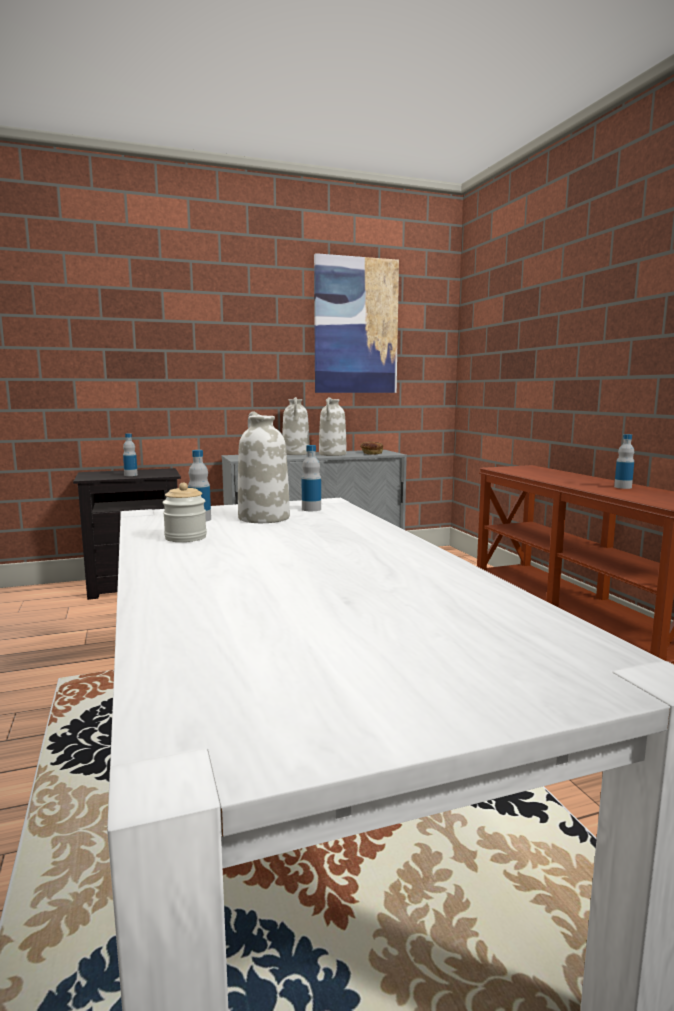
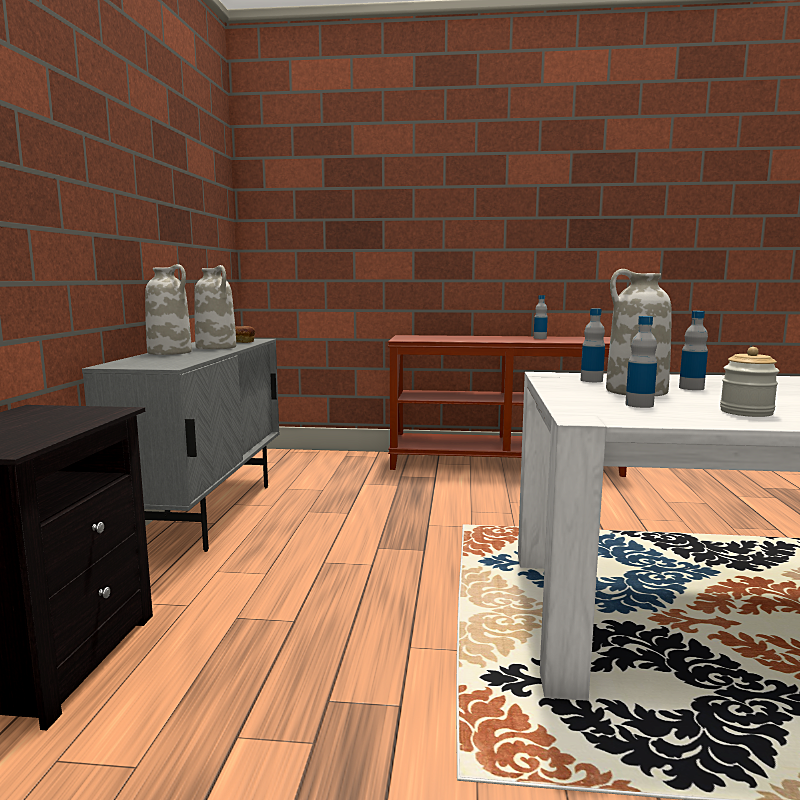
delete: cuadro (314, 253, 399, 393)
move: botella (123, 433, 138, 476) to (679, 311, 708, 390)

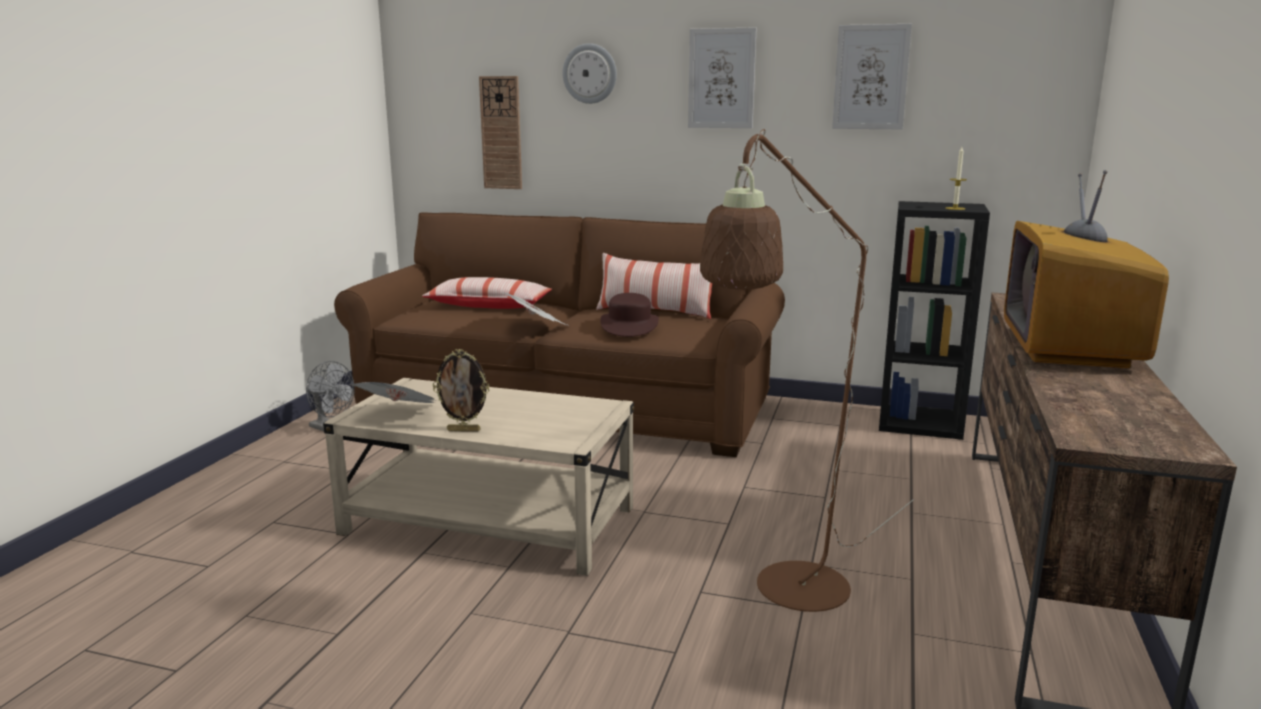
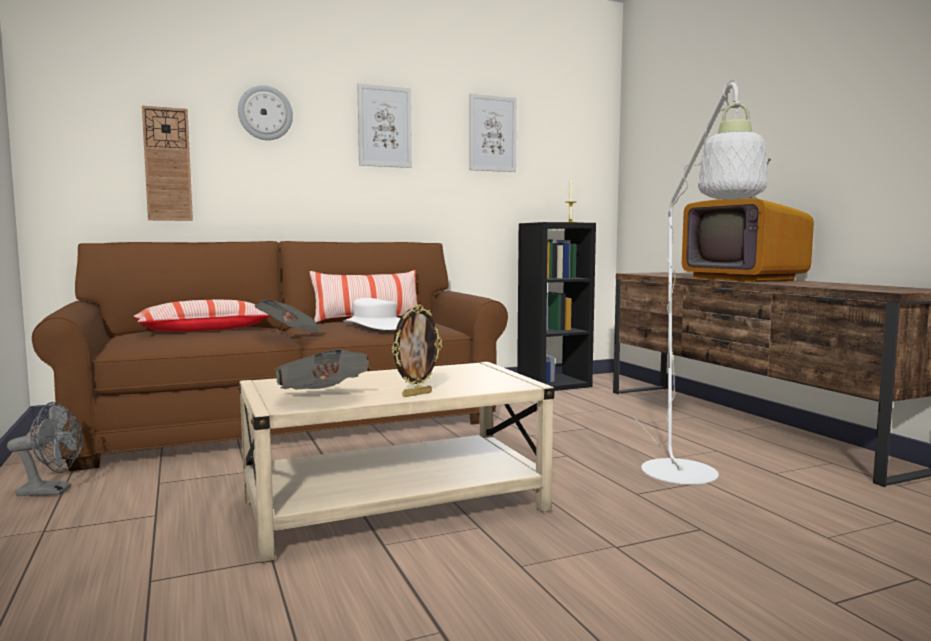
recolor: sombrero (marrón) (600, 293, 659, 337) to sombrero (blanco) (343, 298, 401, 330); lámpara de pie (marrón) (700, 129, 913, 612) to lámpara de pie (blanco) (634, 80, 768, 484)

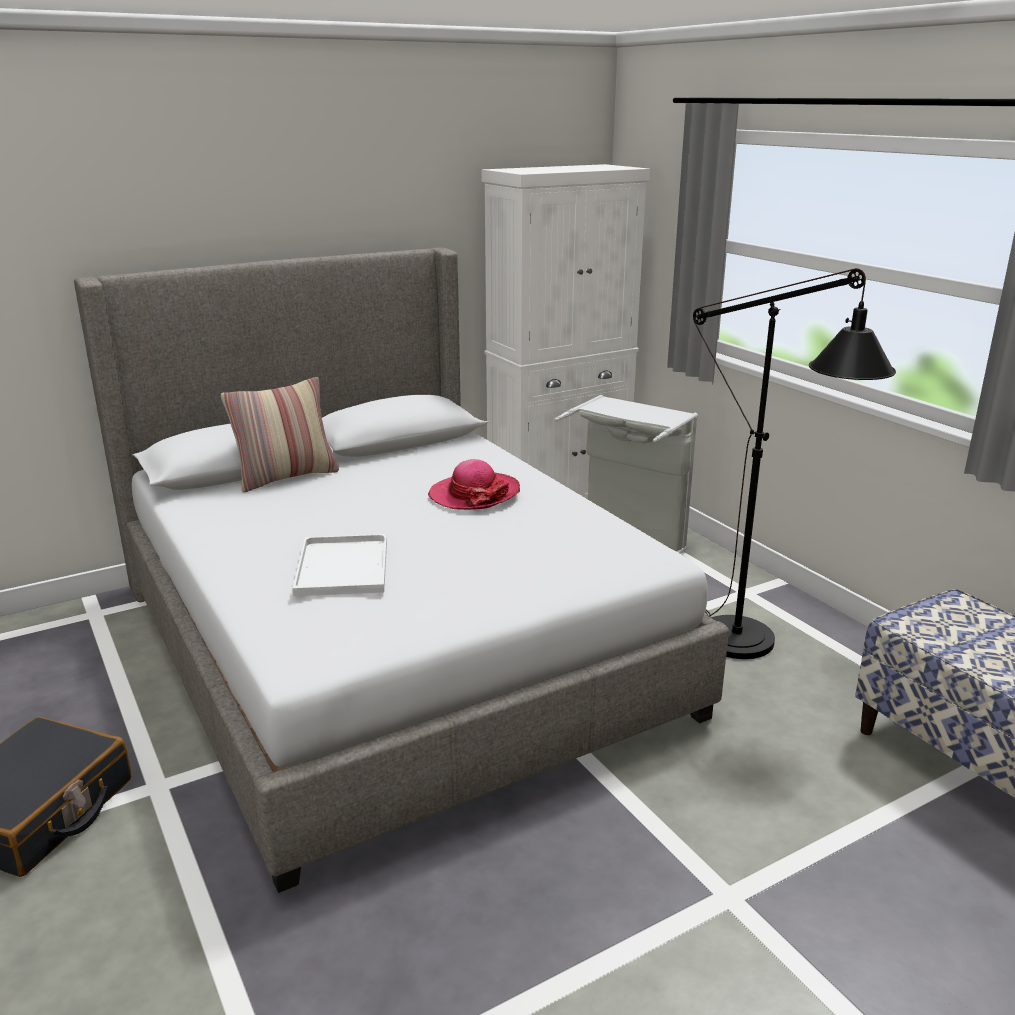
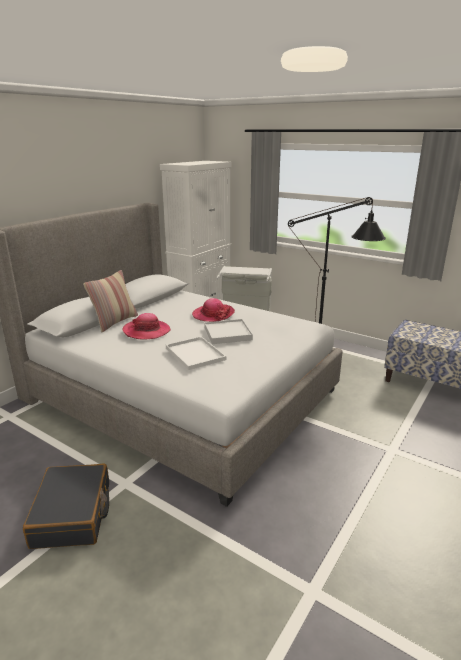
insert: sombrero (123, 313, 171, 340); bandeja (blanco) (204, 319, 253, 344)

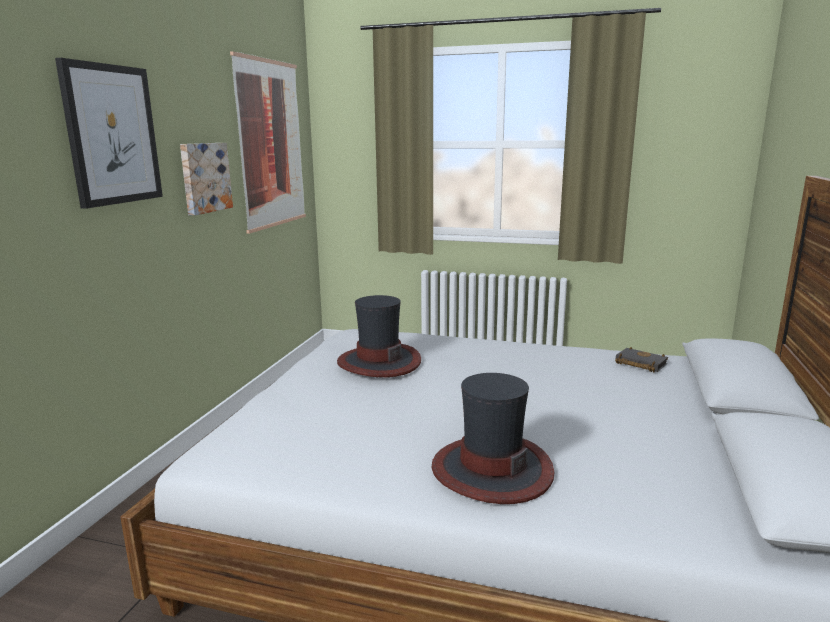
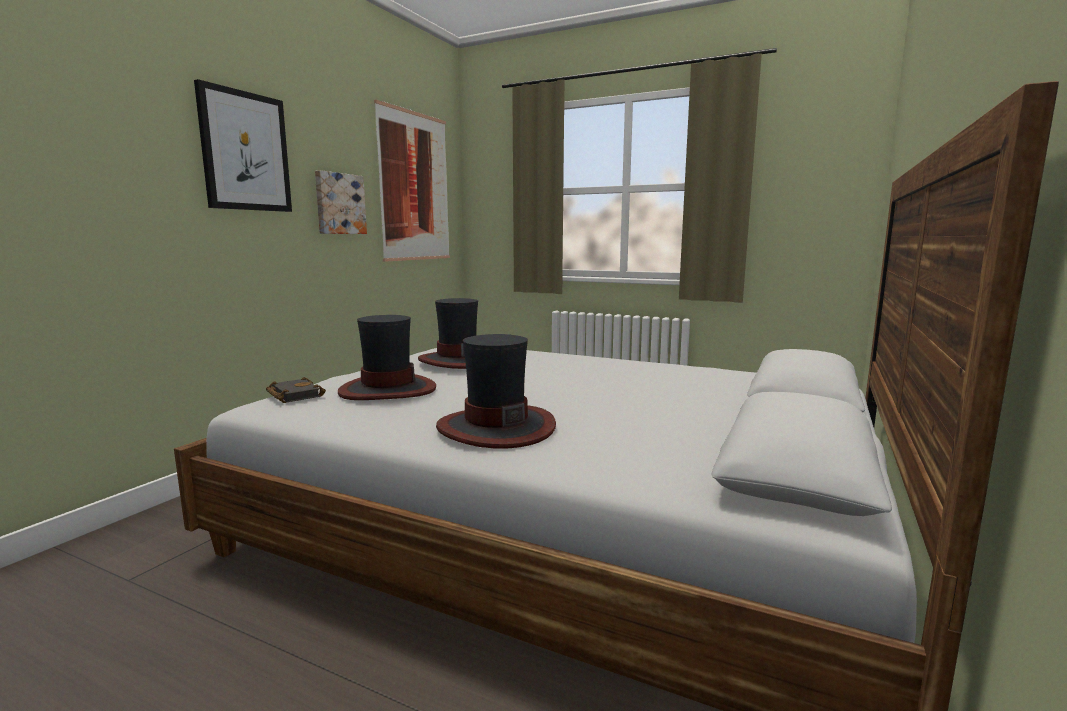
insert: sombrero (338, 315, 436, 400)
move: libro (negro) (615, 347, 668, 372) to (266, 377, 326, 403)

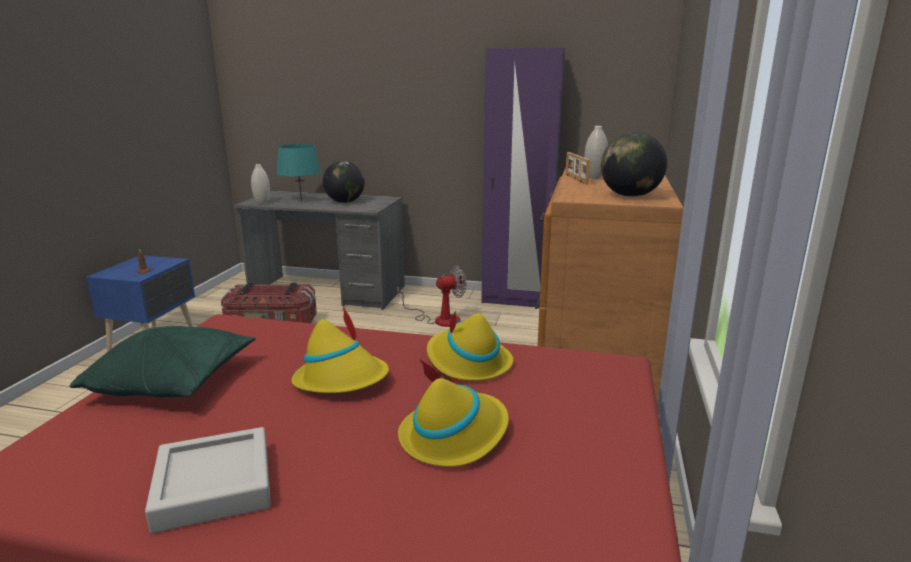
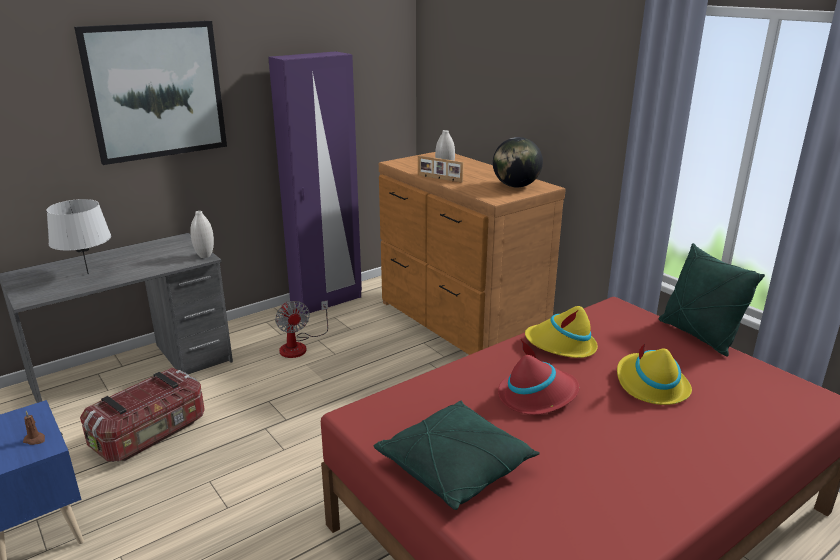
delete: bandeja (gris) (145, 427, 271, 533); globo terráqueo (323, 161, 365, 203)
insert: cuadro (74, 21, 227, 165); cojín (verde) (659, 243, 765, 356)
move: florero (blanco) (251, 164, 270, 204) to (190, 211, 214, 258)
recolor: lámpara de mesa (turquesa) (277, 144, 321, 201) to lámpara de mesa (gris) (46, 199, 111, 274); sombrero (amarillo) (292, 305, 389, 393) to sombrero (rojo) (498, 340, 579, 415)
rotate: ventilador (397, 266, 466, 327) = (275, 300, 328, 358) 135 degrees clockwise

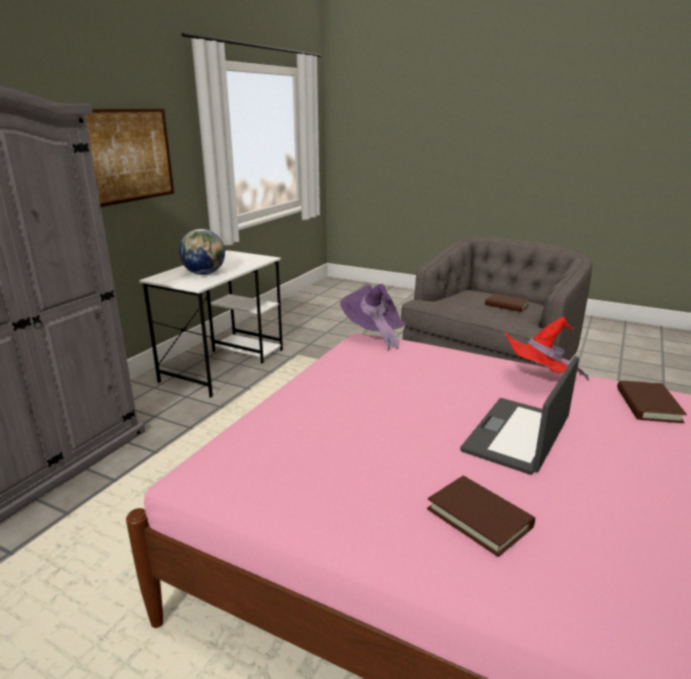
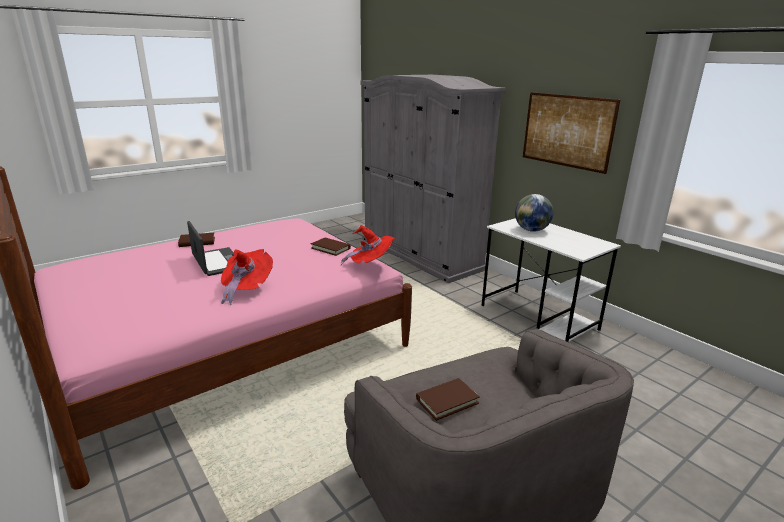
move: libro (marrón) (617, 381, 687, 423) to (311, 238, 351, 256)
recolor: sombrero (morado) (340, 284, 405, 350) to sombrero (rojo) (341, 225, 395, 265)

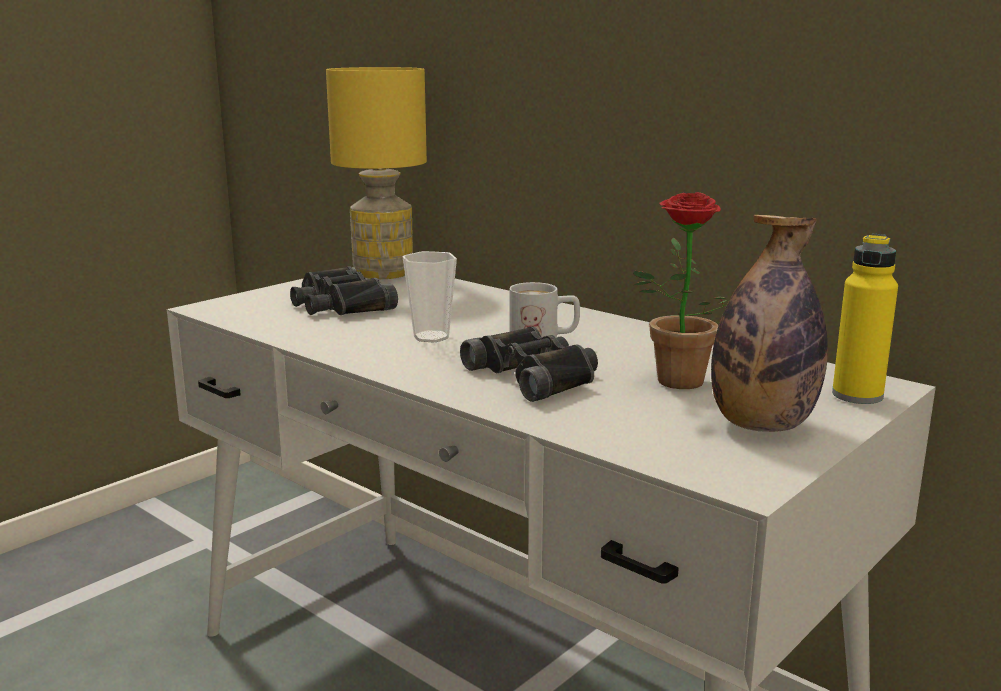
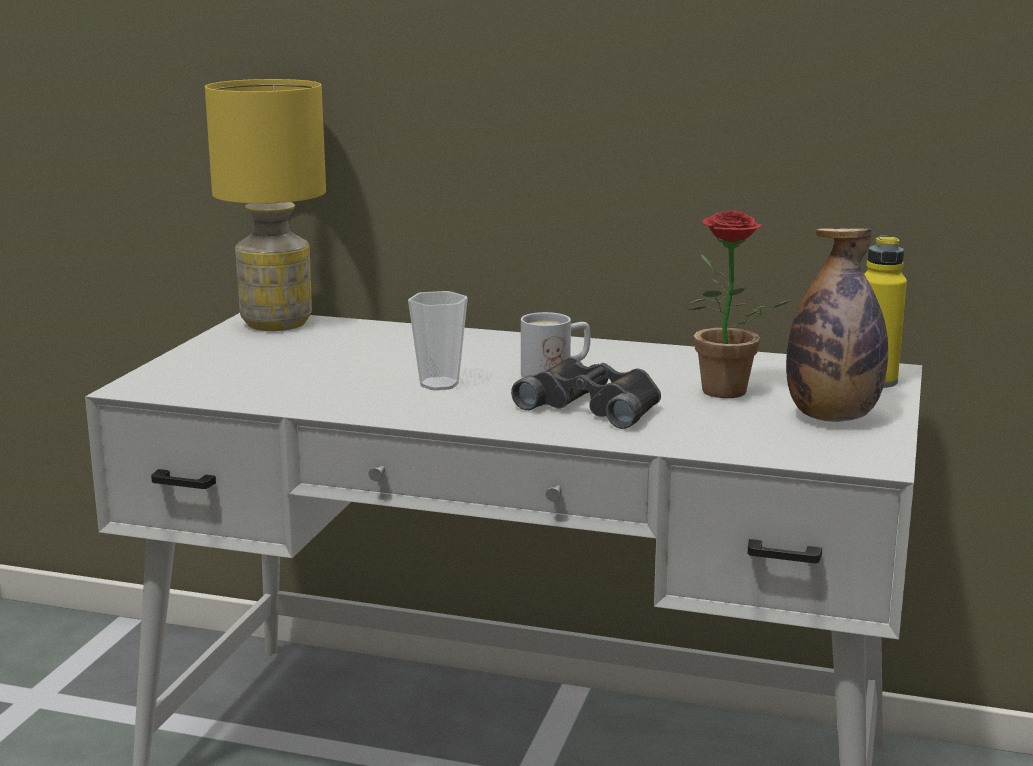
delete: prismáticos (negro) (290, 266, 398, 315)

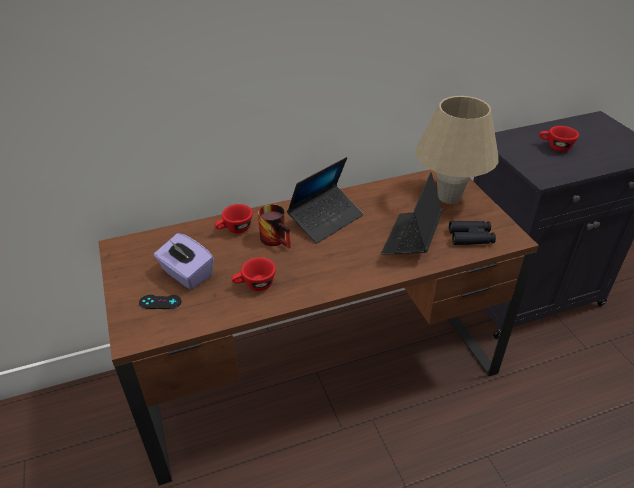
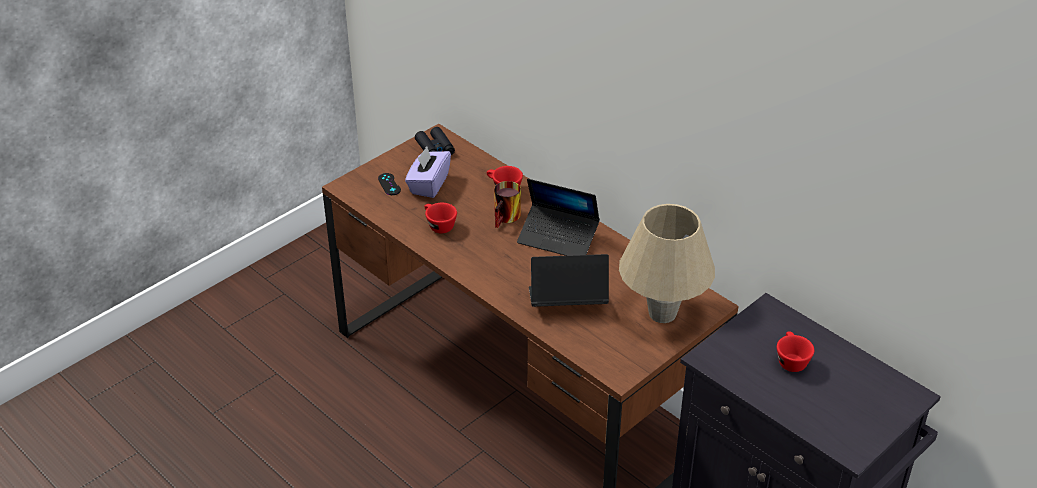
move: prismáticos (negro) (449, 221, 496, 245) to (415, 127, 455, 155)

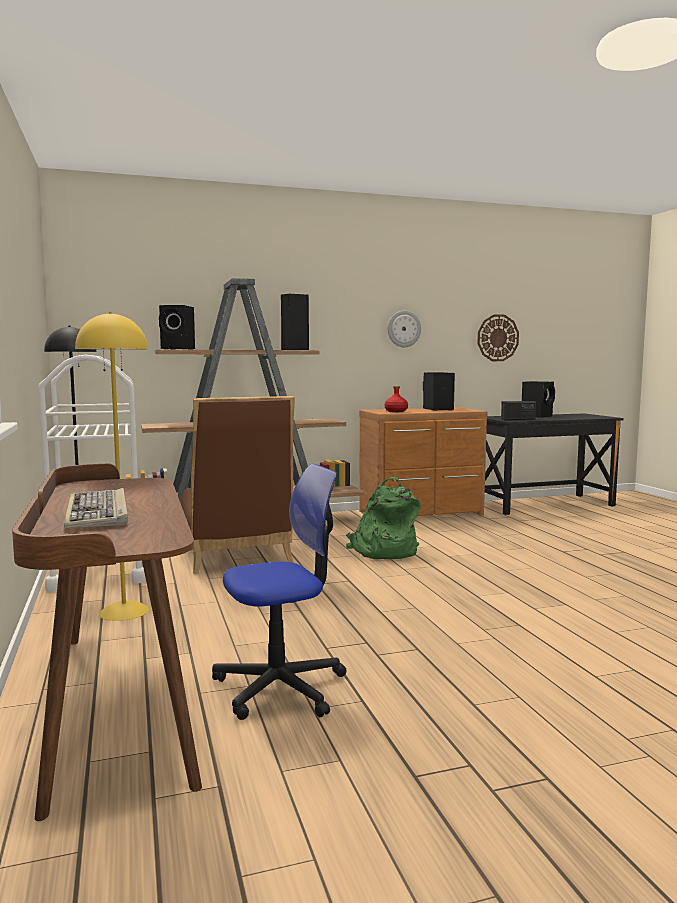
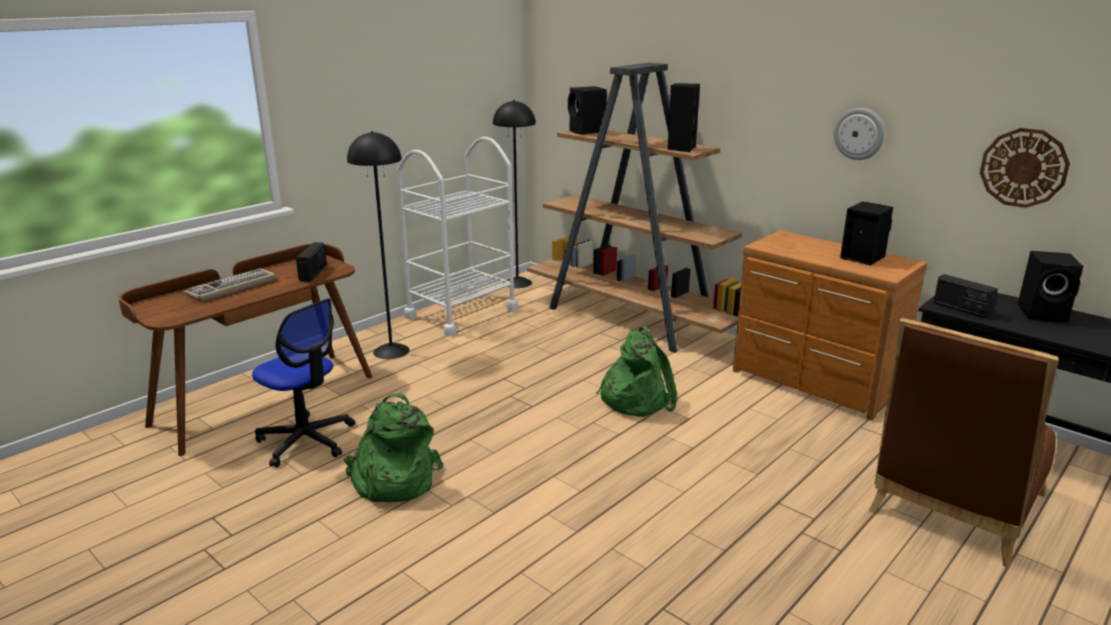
delete: botella (rojo) (385, 386, 408, 412)
insert: radio (296, 242, 327, 282); mochila (verde) (343, 393, 443, 502)
move: silla (marrón) (180, 396, 295, 574) to (869, 318, 1059, 568)
recolor: lámpara de pie (amarillo) (75, 312, 149, 621) to lámpara de pie (negro) (347, 131, 410, 359)

